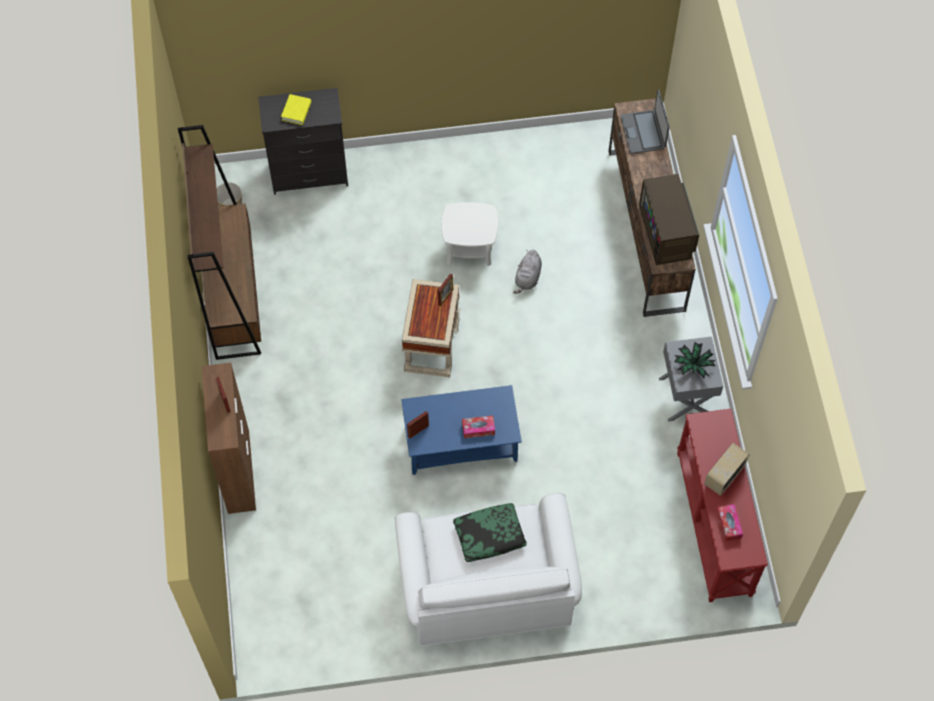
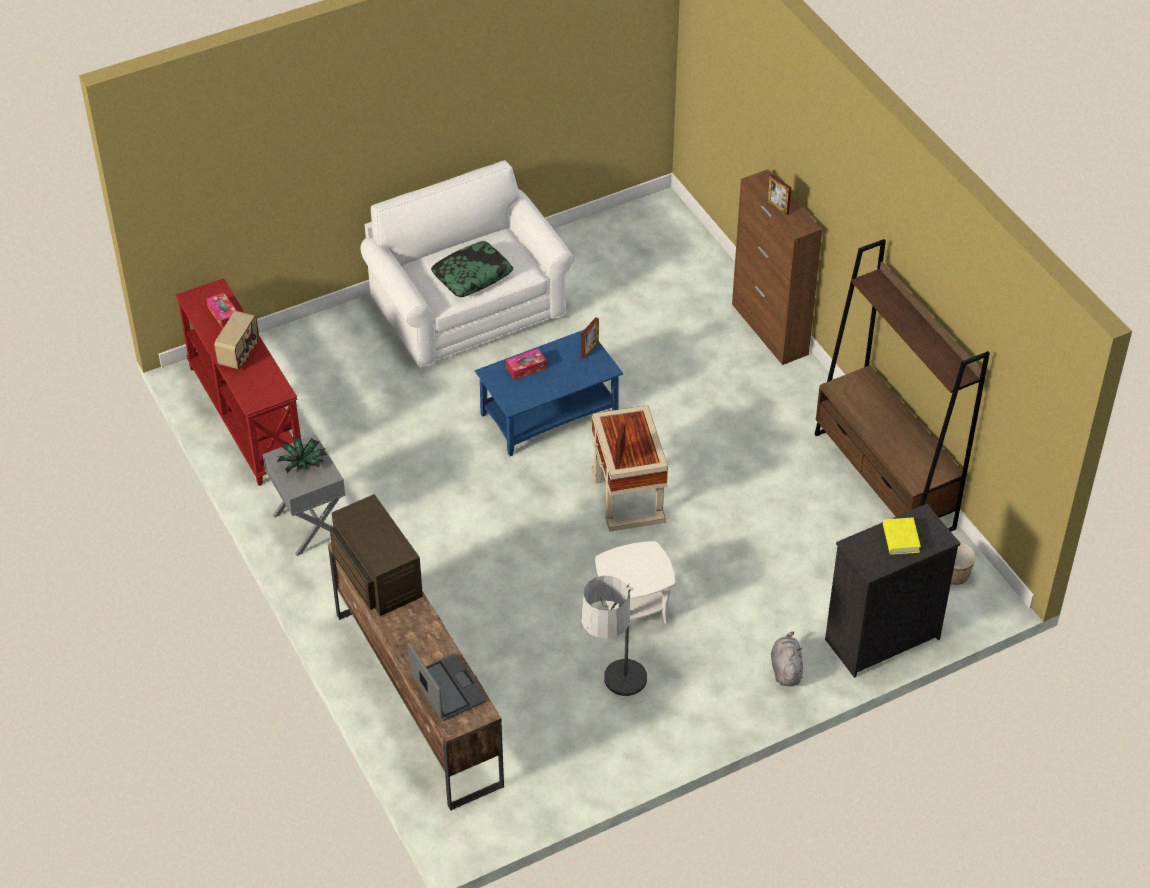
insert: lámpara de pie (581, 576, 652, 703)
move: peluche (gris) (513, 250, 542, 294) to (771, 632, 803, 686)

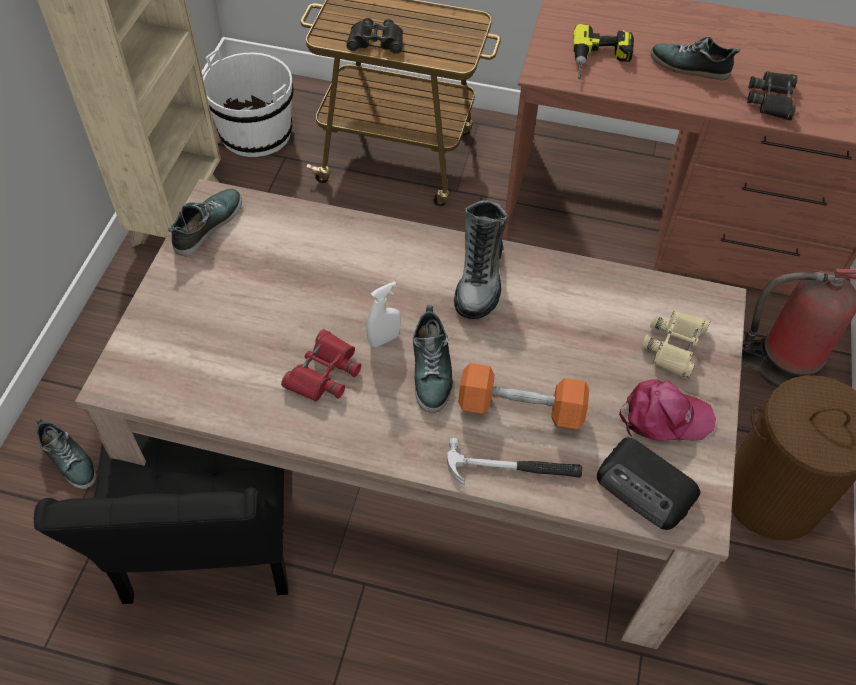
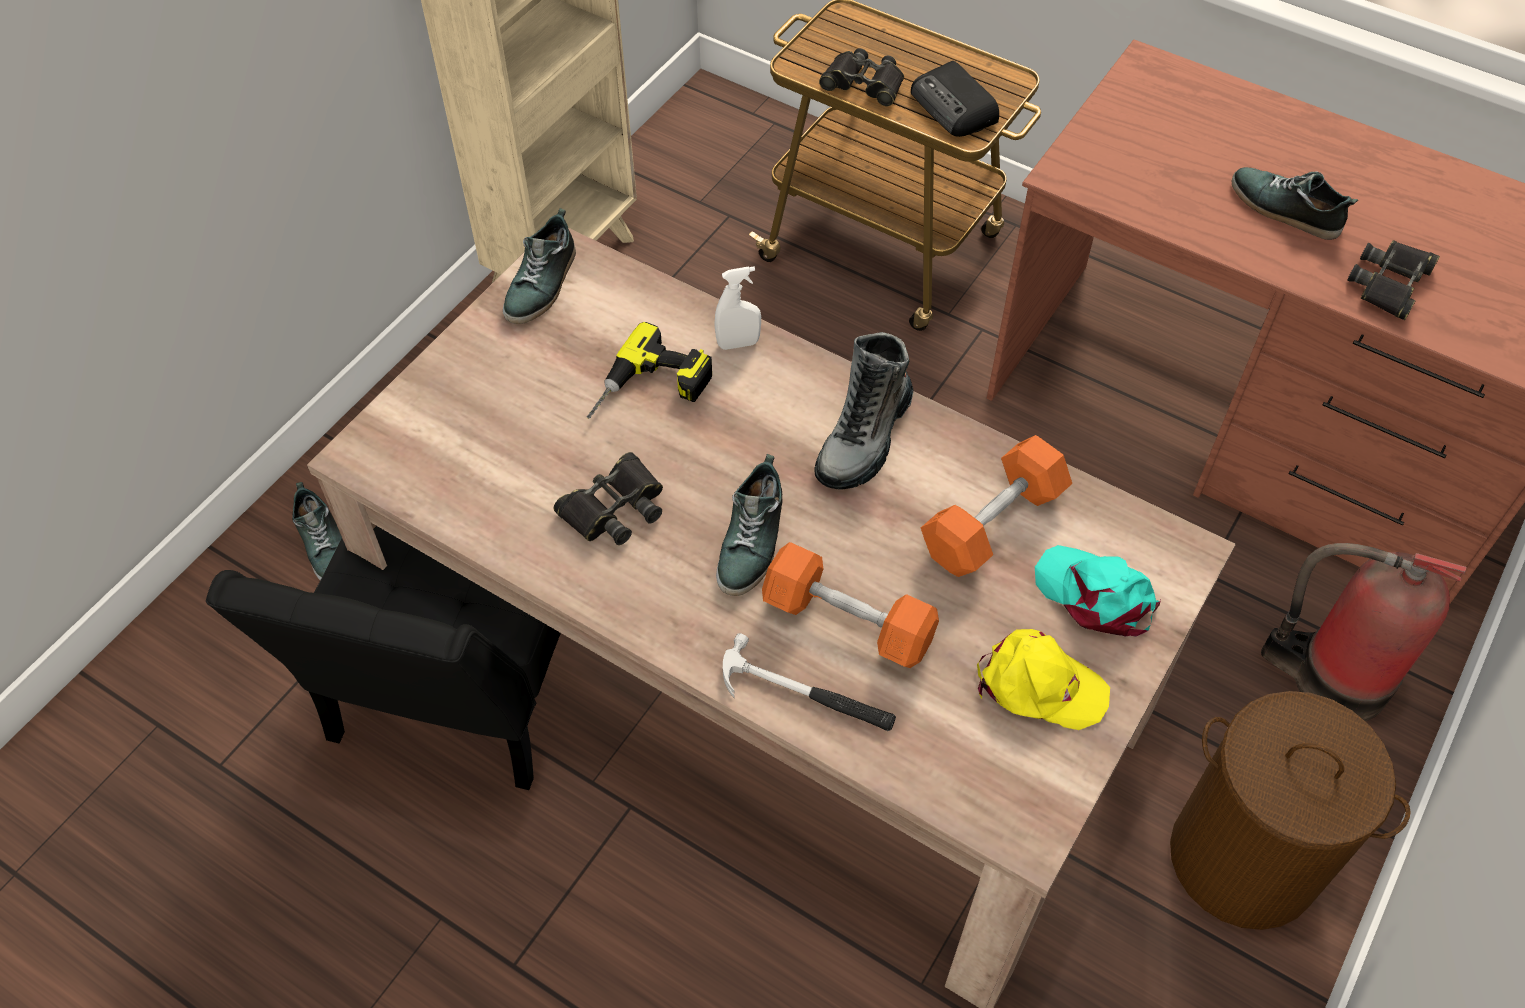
delete: cubo (blanco) (203, 49, 294, 157)
insert: mancuerna (naranja) (921, 435, 1072, 577)
move: pulverizador (blanco) (366, 281, 401, 347) to (714, 266, 761, 350); taladro (573, 24, 634, 80) to (587, 322, 712, 419); radio (597, 438, 700, 530) to (911, 61, 999, 137)
replace: prismáticos (beis) (641, 310, 710, 379) to gorra (turquesa) (1035, 545, 1161, 637)
recolor: prismáticos (rojo) (281, 329, 361, 401) to prismáticos (negro) (554, 452, 663, 545); gorra (rosa) (619, 379, 716, 441) to gorra (amarillo) (977, 629, 1110, 730)
rotate: zapato (168, 189, 242, 256) = (503, 208, 576, 324) 150 degrees clockwise

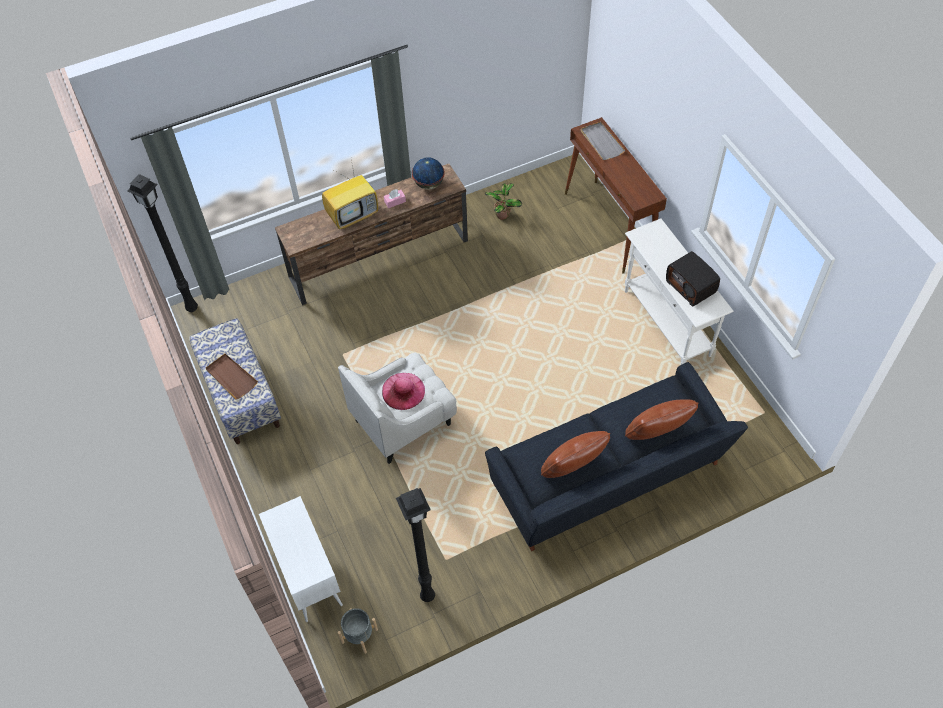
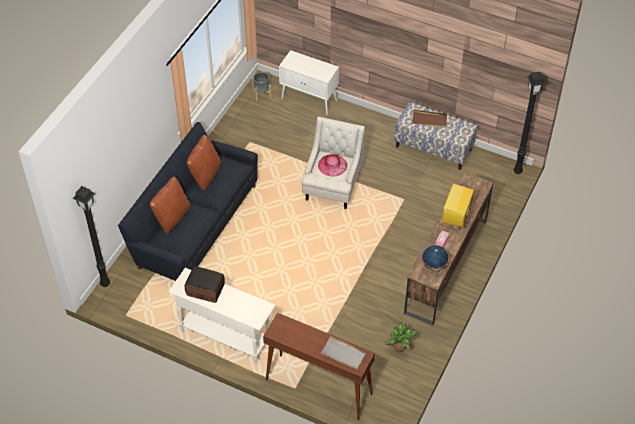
move: lámpara de pie (negro) (396, 488, 435, 602) to (73, 186, 110, 287)

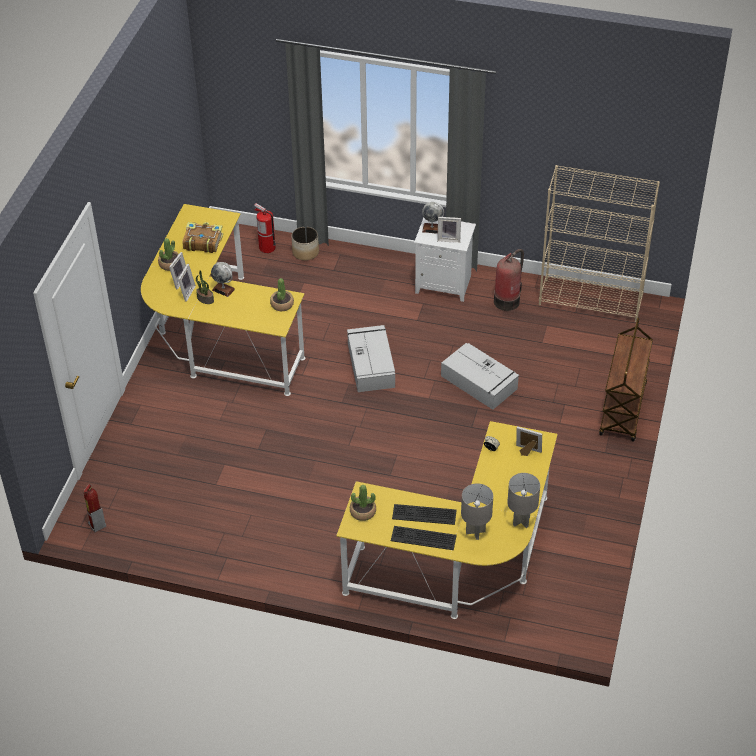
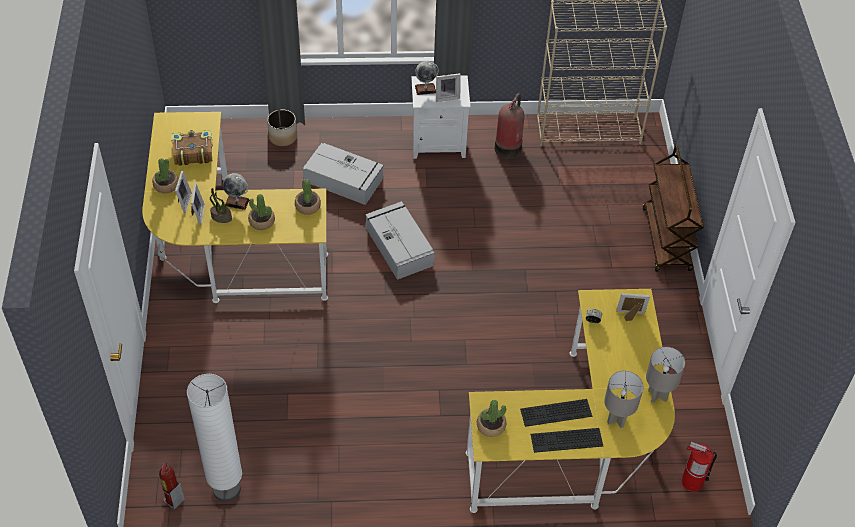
insert: lámpara de pie (blanco) (187, 374, 242, 502); planta en maceta (248, 194, 275, 230)
move: extintor (254, 203, 276, 253) to (681, 441, 717, 492); caja de almacenaje (gris) (441, 343, 519, 410) to (303, 143, 384, 205)

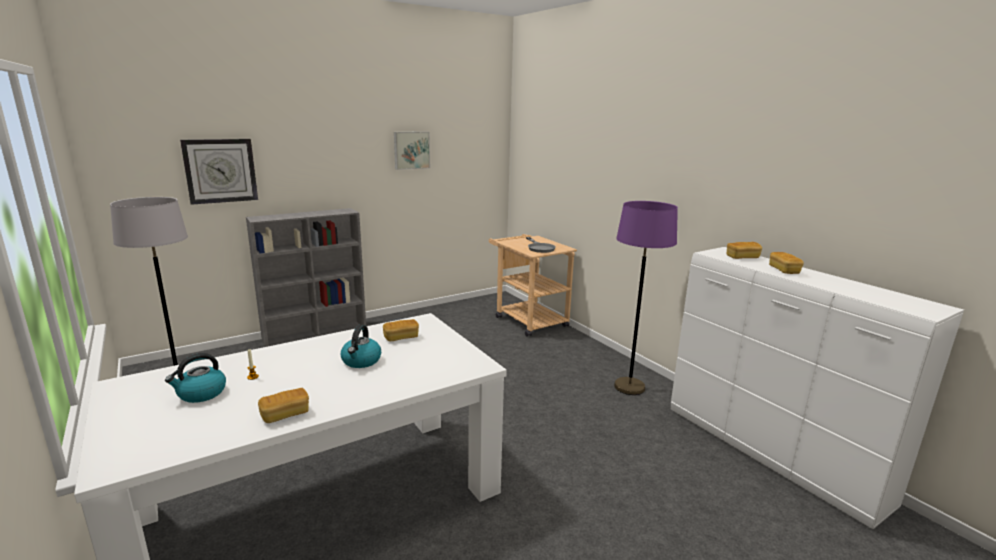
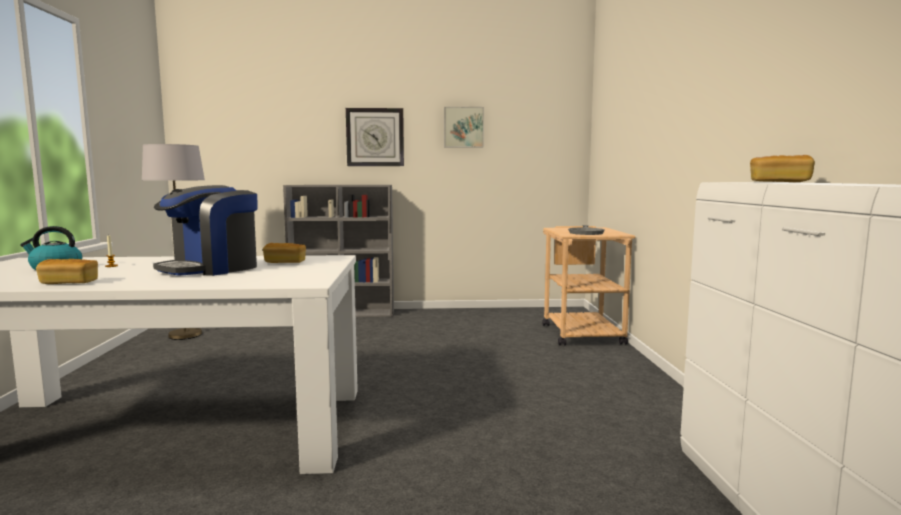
delete: lámpara de pie (morado) (614, 201, 678, 395); pan (769, 252, 804, 274)
move: reloj de pared (180, 139, 258, 205) to (346, 108, 404, 166)
replace: hervidor (341, 325, 381, 368) to cafetera (153, 185, 258, 276)

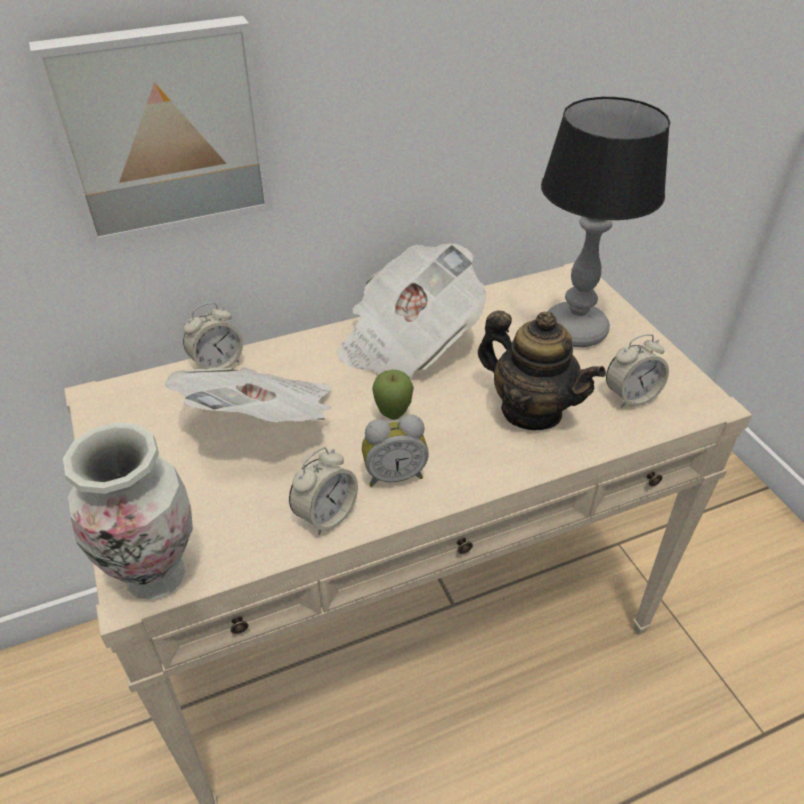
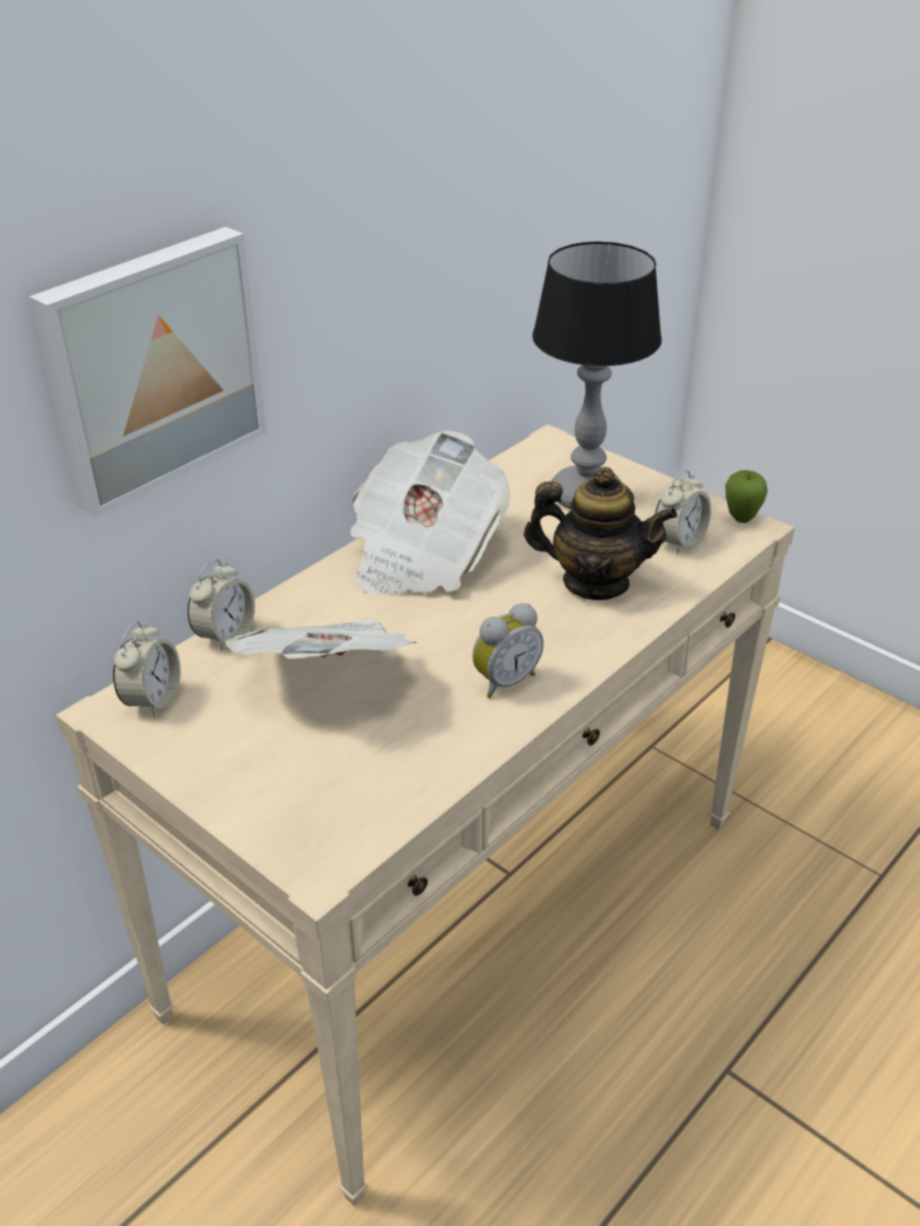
delete: florero (63, 422, 193, 600)
move: despertador (289, 447, 358, 535) to (113, 621, 181, 718); manzana (372, 369, 414, 420) to (725, 470, 768, 523)

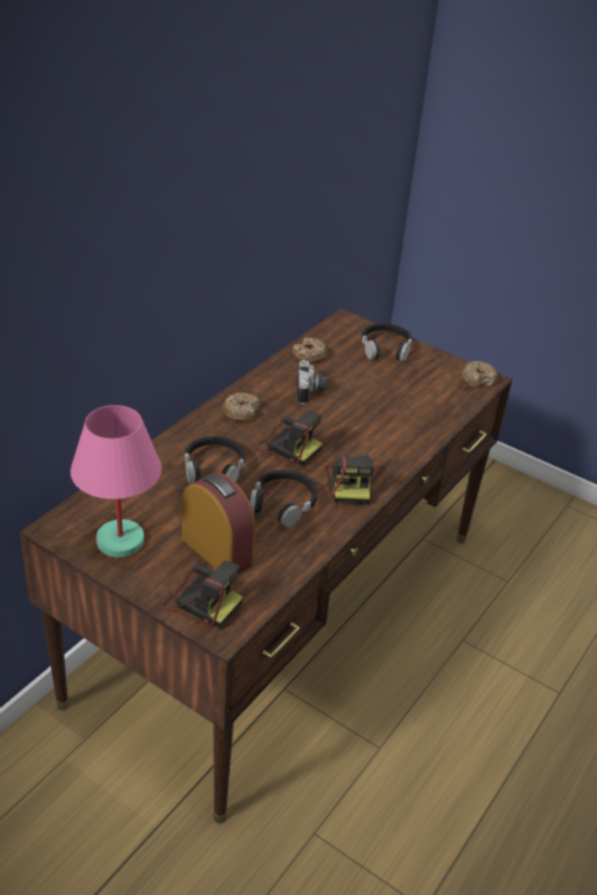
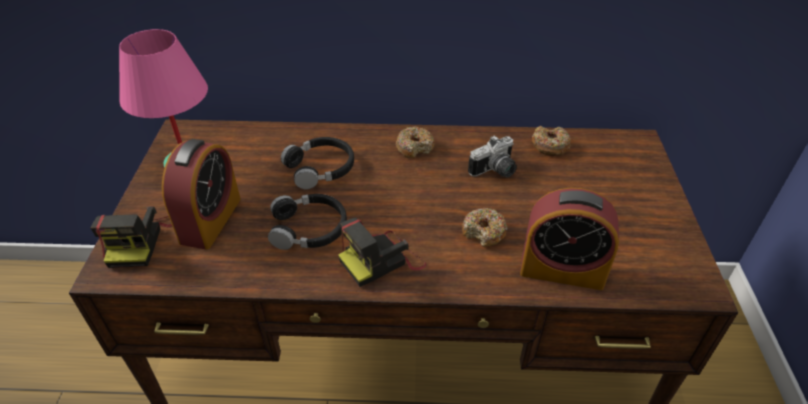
delete: cámara (255, 411, 322, 466); auriculares (negro) (361, 323, 412, 362)
insert: despertador (520, 188, 619, 290)
move: rosquilla (462, 361, 497, 388) to (462, 208, 508, 247)

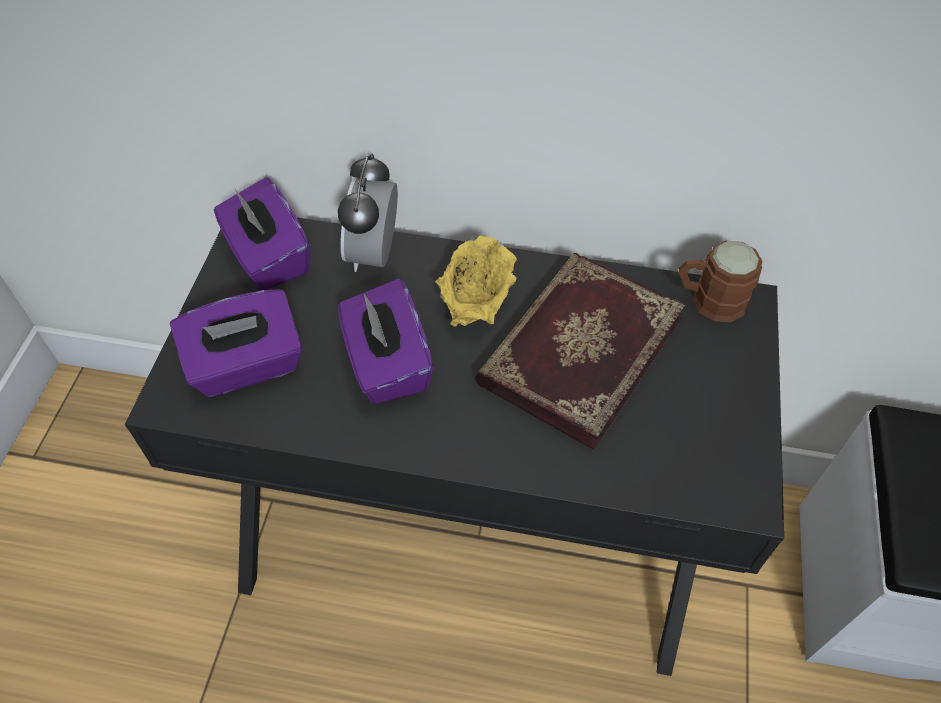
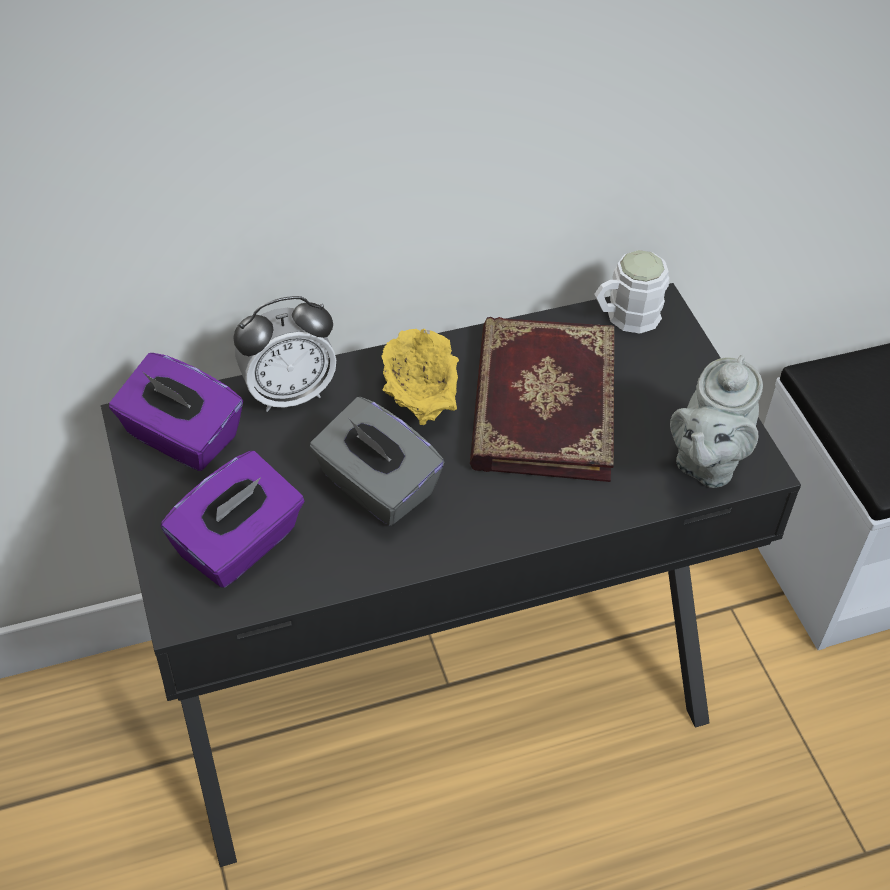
insert: tetera (gris) (670, 355, 763, 488)
recolor: caja de pañuelos (morado) (338, 279, 433, 404) to caja de pañuelos (gris) (309, 397, 444, 526); taza grande (marrón) (679, 241, 762, 322) to taza grande (blanco) (594, 250, 669, 333)
rotate: despertador (338, 154, 398, 272) = (234, 296, 336, 412) 90 degrees counterclockwise

